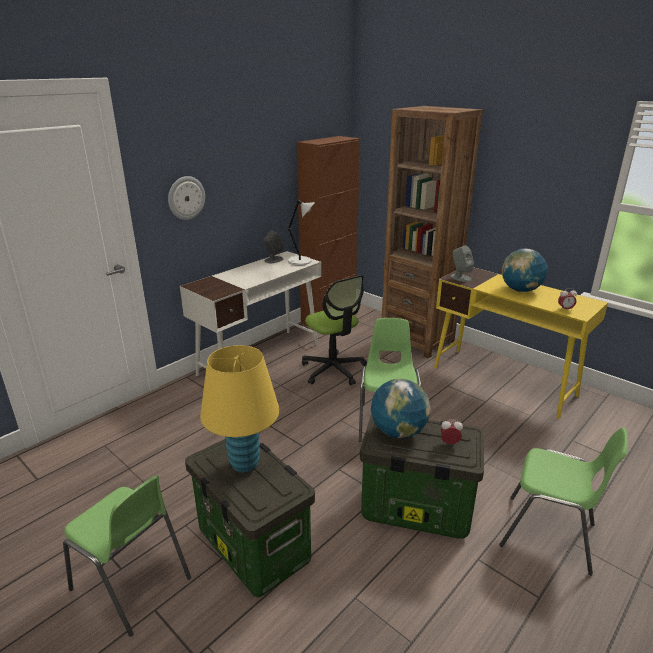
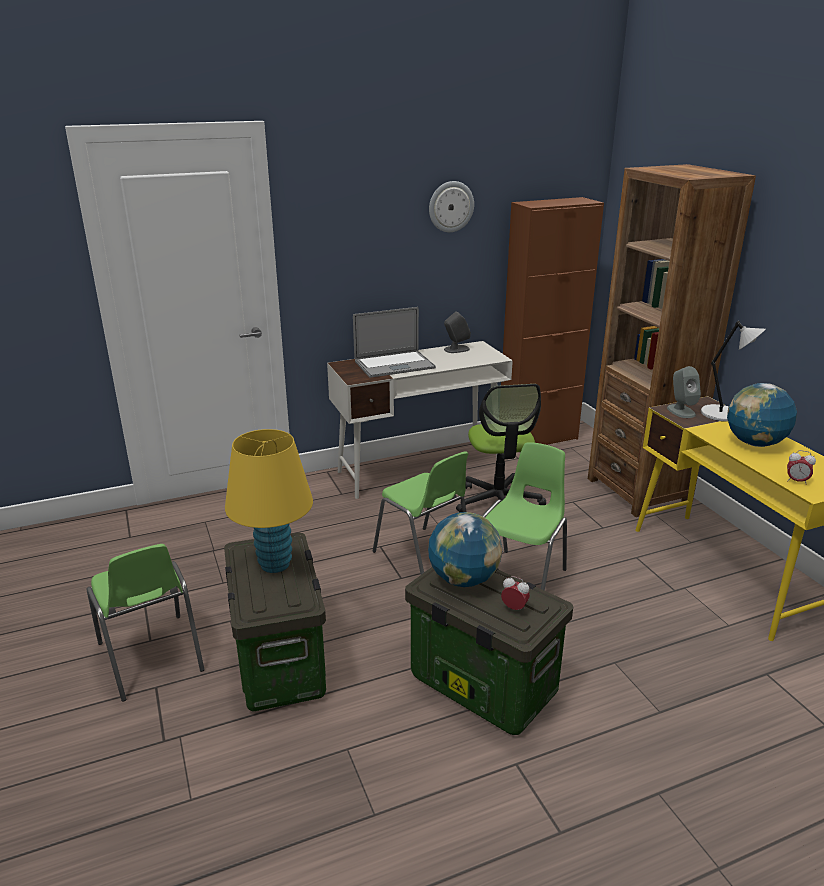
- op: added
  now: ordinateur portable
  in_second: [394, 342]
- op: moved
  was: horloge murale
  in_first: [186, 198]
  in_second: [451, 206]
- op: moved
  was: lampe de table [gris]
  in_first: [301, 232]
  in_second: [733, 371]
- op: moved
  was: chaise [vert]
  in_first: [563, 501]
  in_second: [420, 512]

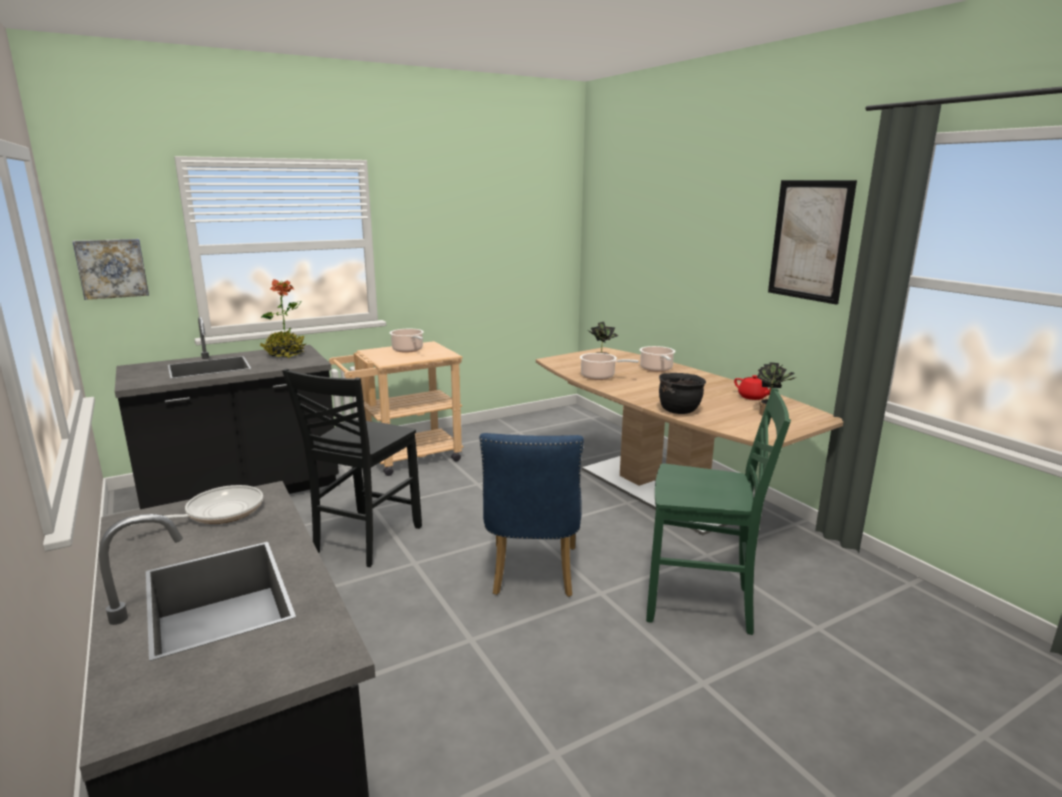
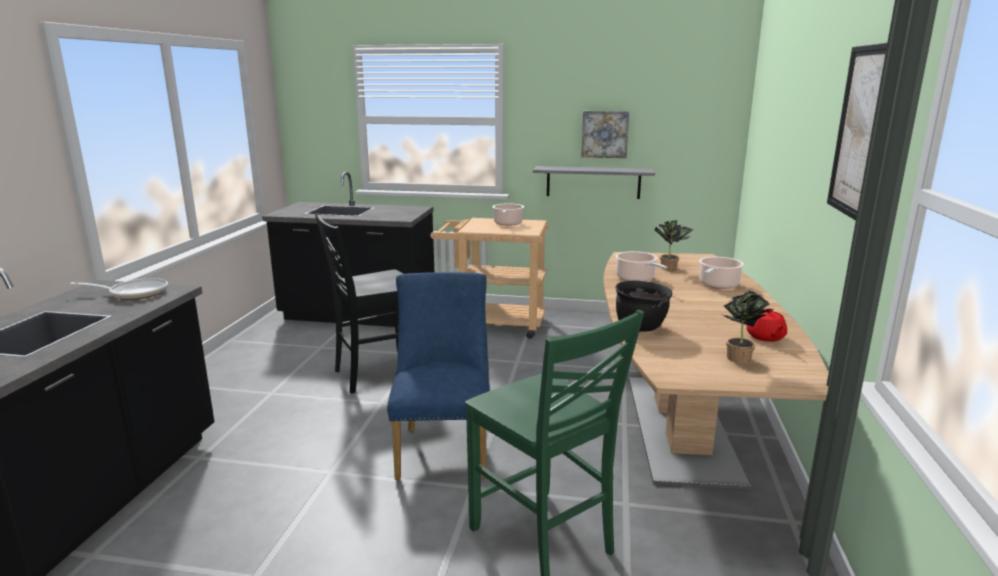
- op: removed
  was: plante en pot
  in_first: [283, 318]
- op: added
  now: étagère [gris]
  in_second: [594, 182]
- op: moved
  was: tableau
  in_first: [110, 269]
  in_second: [605, 134]
- op: turned
  was: chaise [bleu]
  in_first: [531, 515]
  in_second: [438, 376]
  clockwise: 135

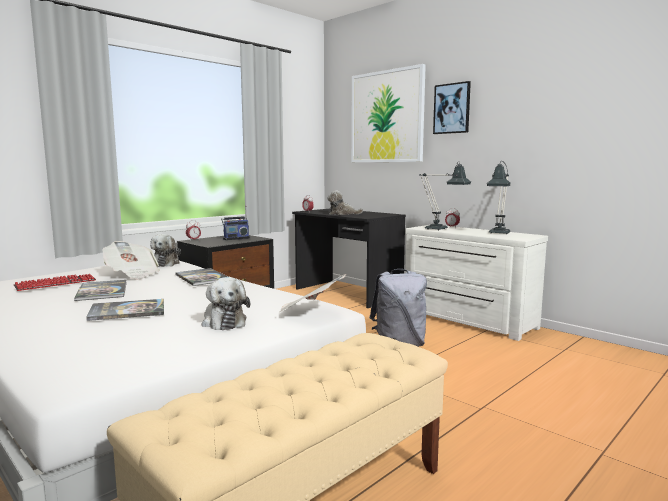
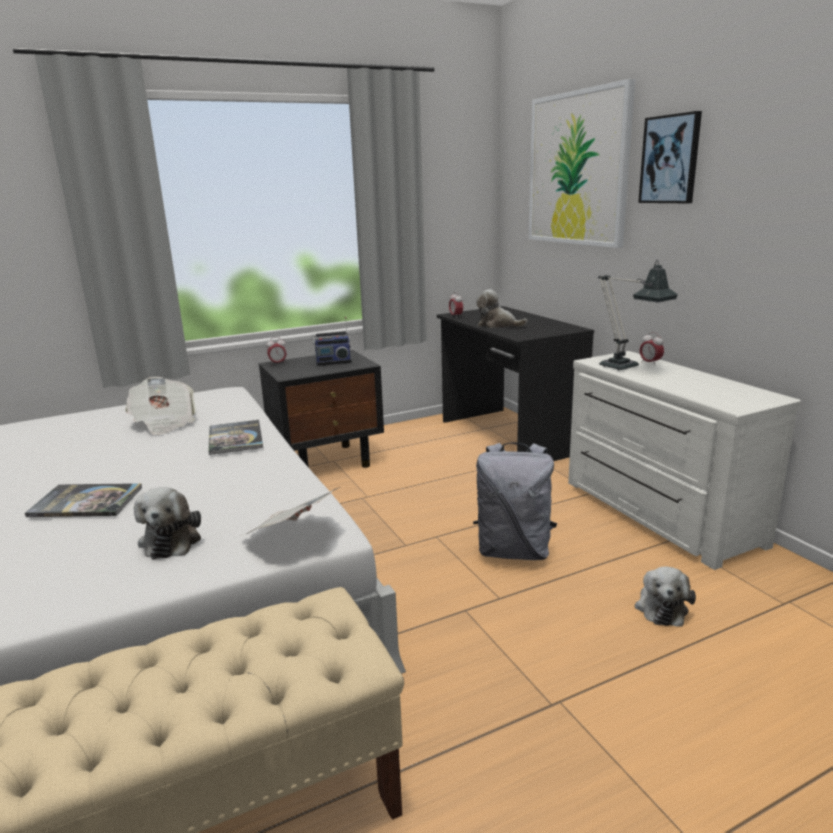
- op: removed
  was: clavier
  in_first: [55, 282]
- op: removed
  was: livre
  in_first: [100, 290]
- op: removed
  was: lampe de table
  in_first: [499, 197]
- op: moved
  was: peluche
  in_first: [165, 250]
  in_second: [665, 596]

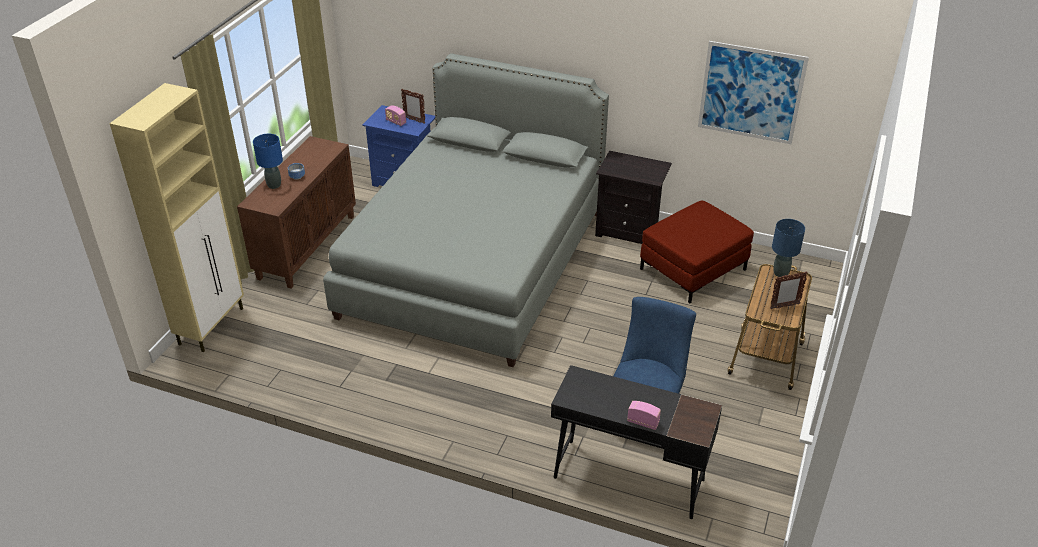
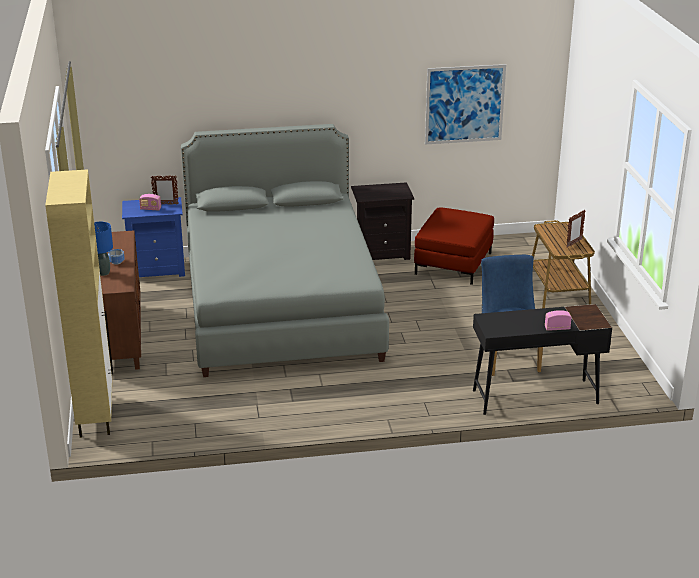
- op: removed
  was: lampe de table [bleu]
  in_first: [788, 248]

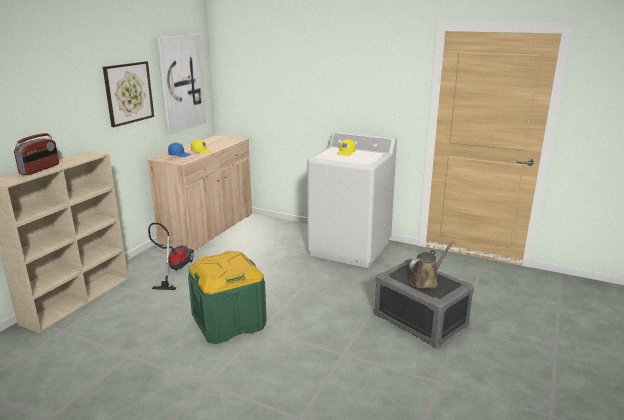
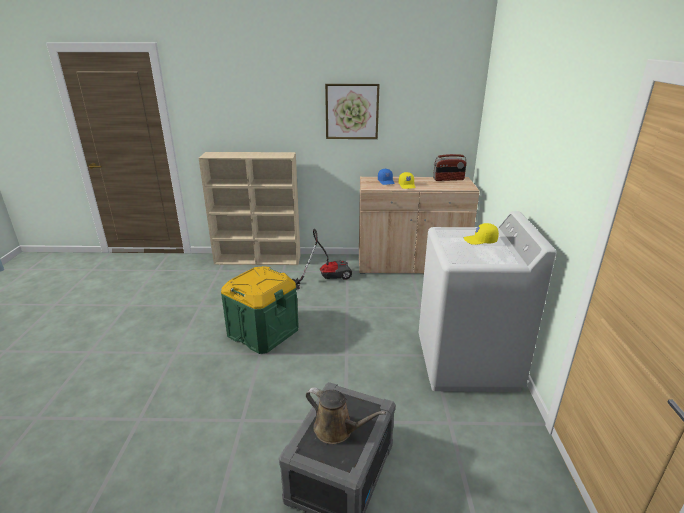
- op: removed
  was: tableau
  in_first: [181, 84]
- op: moved
  was: radio
  in_first: [36, 154]
  in_second: [450, 167]

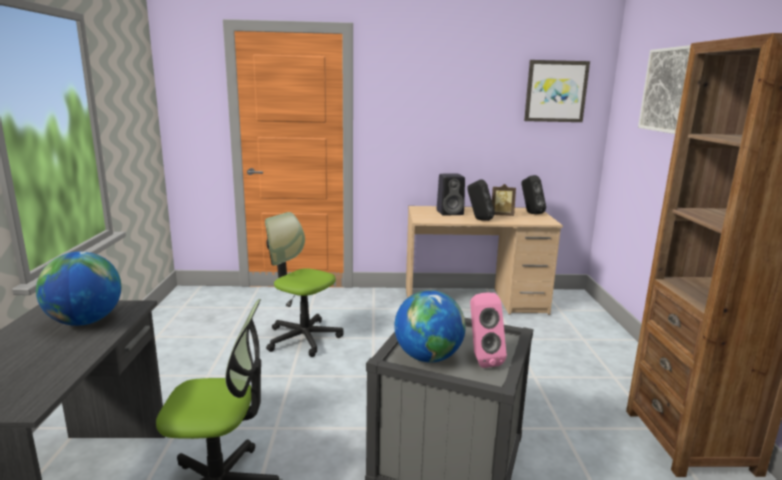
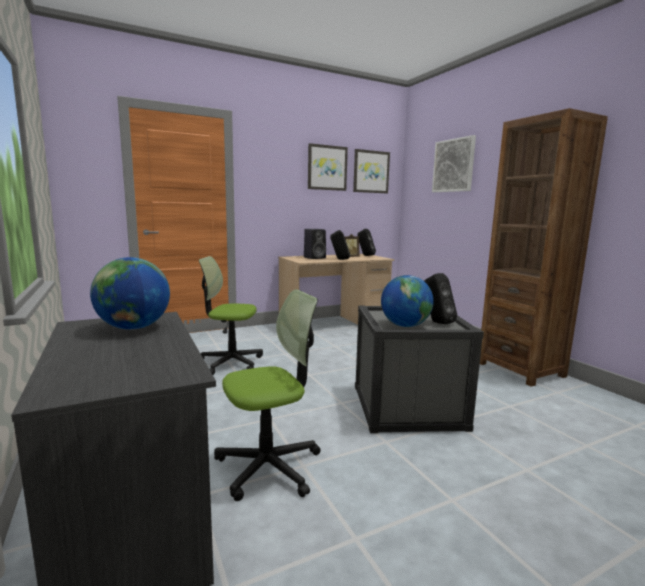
- op: added
  now: tableau
  in_second: [328, 167]
- op: recoloured
  was: enceinte [rose]
  now: enceinte [noir]
  in_first: [488, 330]
  in_second: [440, 298]

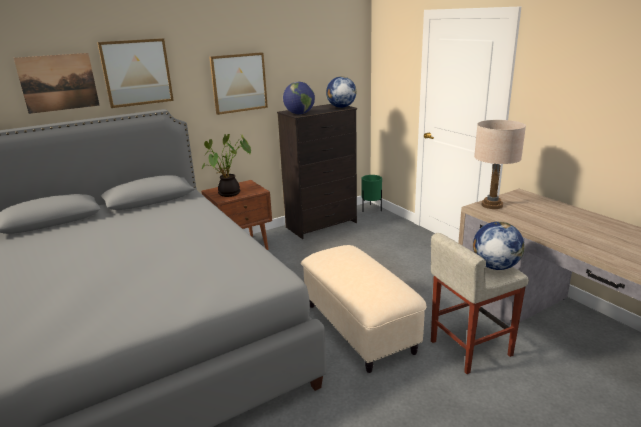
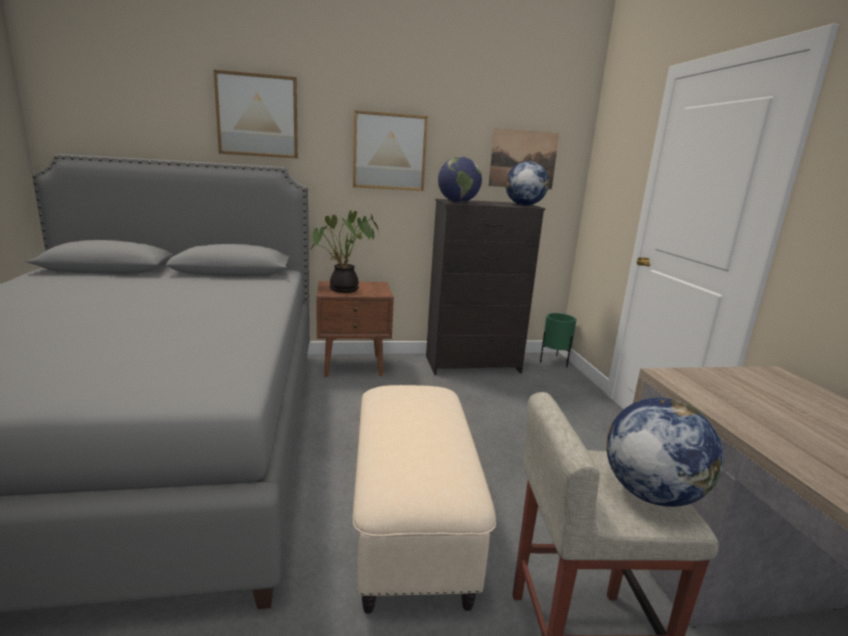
- op: removed
  was: lampe de table [beige]
  in_first: [500, 164]
- op: moved
  was: tableau
  in_first: [57, 83]
  in_second: [523, 159]

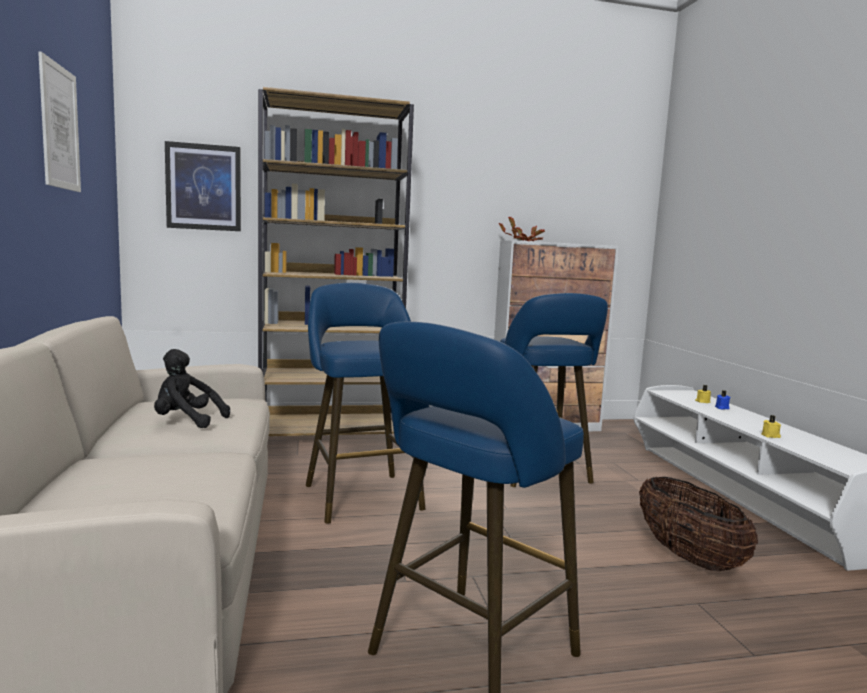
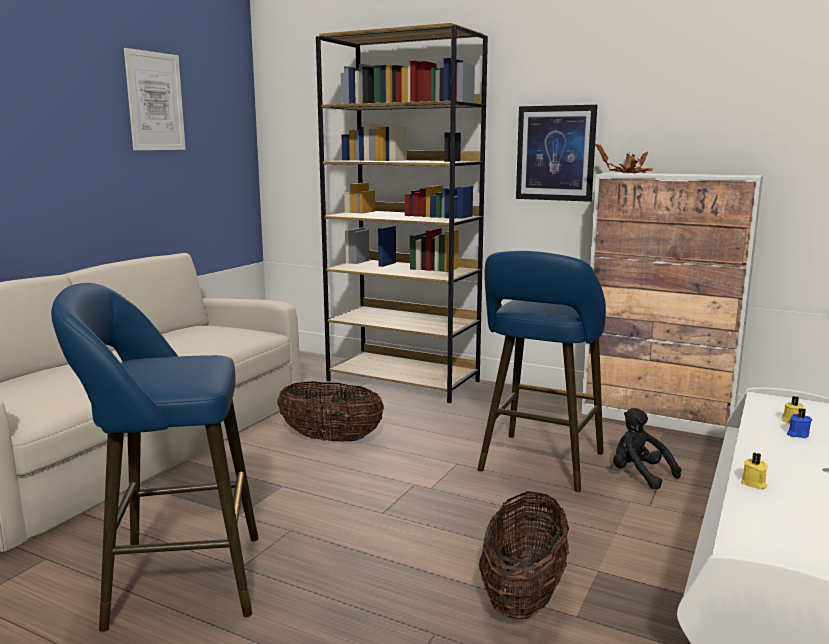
- op: moved
  was: peluche [noir]
  in_first: [192, 388]
  in_second: [647, 449]
- op: moved
  was: tableau
  in_first: [203, 186]
  in_second: [556, 153]
- op: replaced
  was: tabouret [bleu]
  now: panier
  in_first: [365, 403]
  in_second: [330, 411]

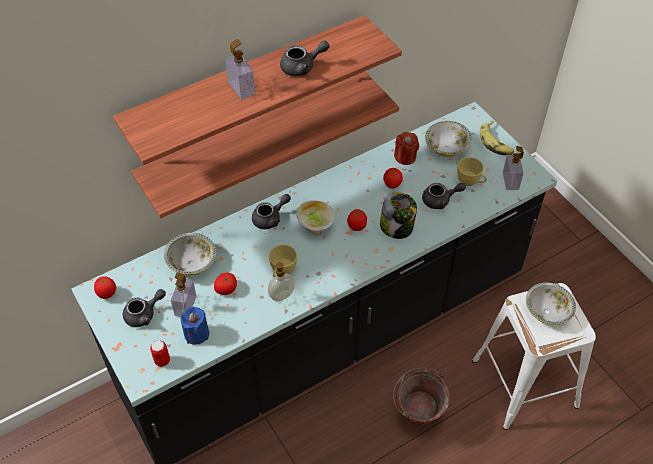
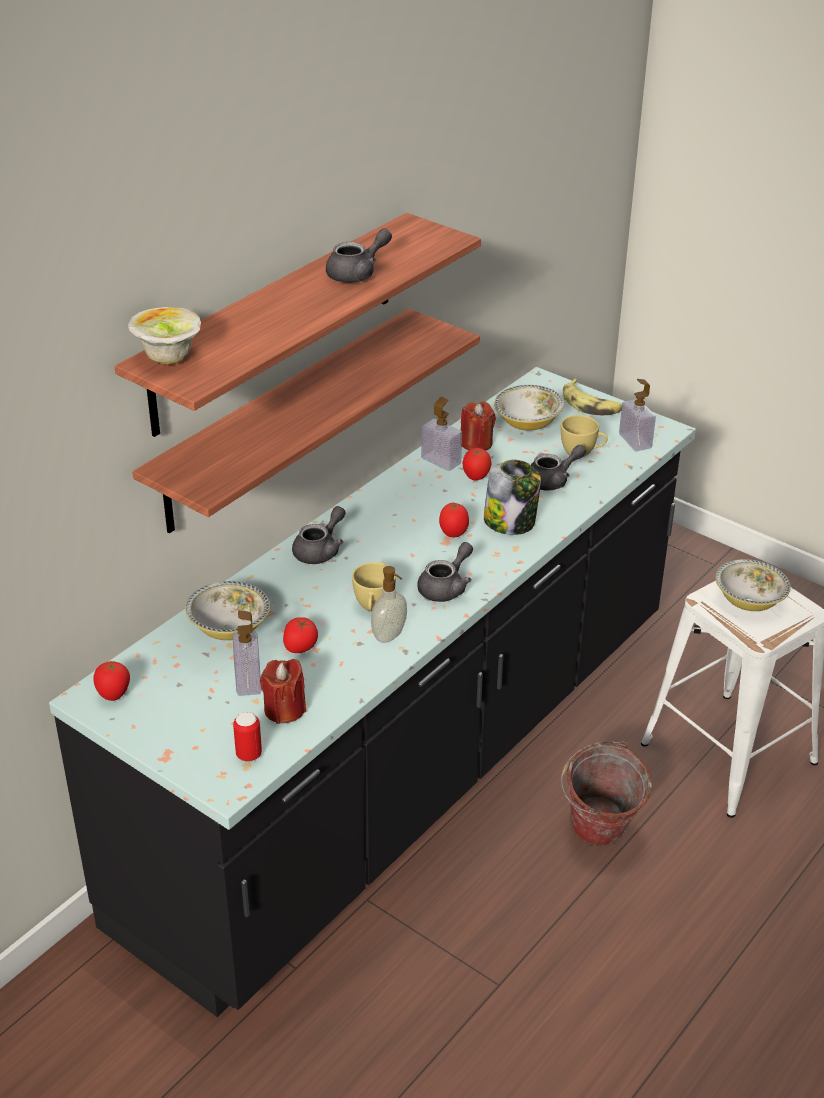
- op: moved
  was: théière [gris]
  in_first: [144, 308]
  in_second: [445, 572]
- op: moved
  was: distributeur de savon
  in_first: [240, 69]
  in_second: [441, 434]
- op: moved
  was: bol
  in_first: [315, 218]
  in_second: [164, 336]
- op: recoloured
  was: bougie [bleu]
  now: bougie [rouge]
  in_first: [195, 326]
  in_second: [283, 691]

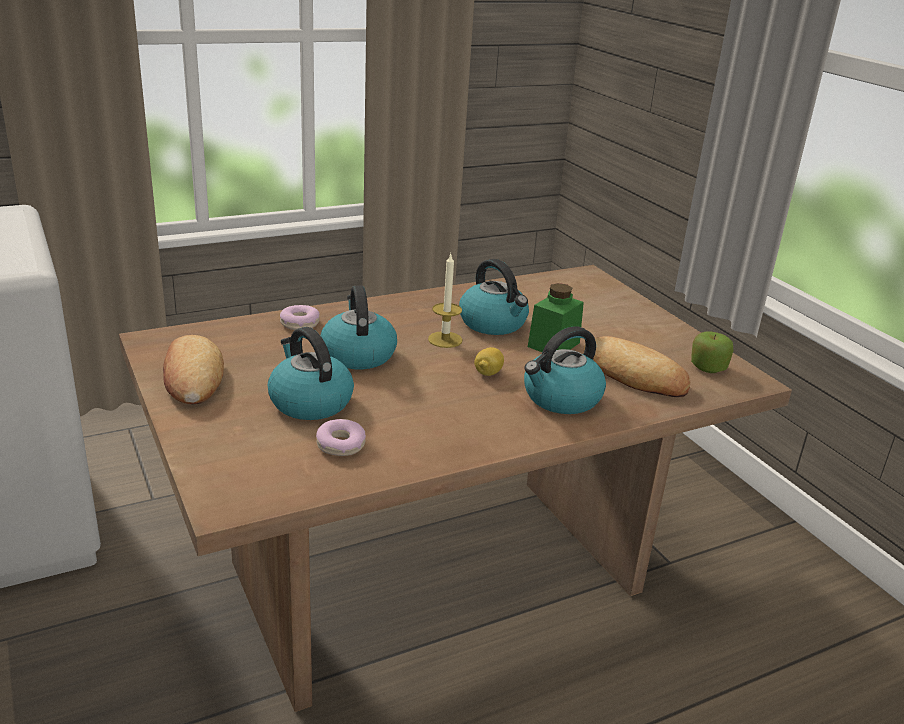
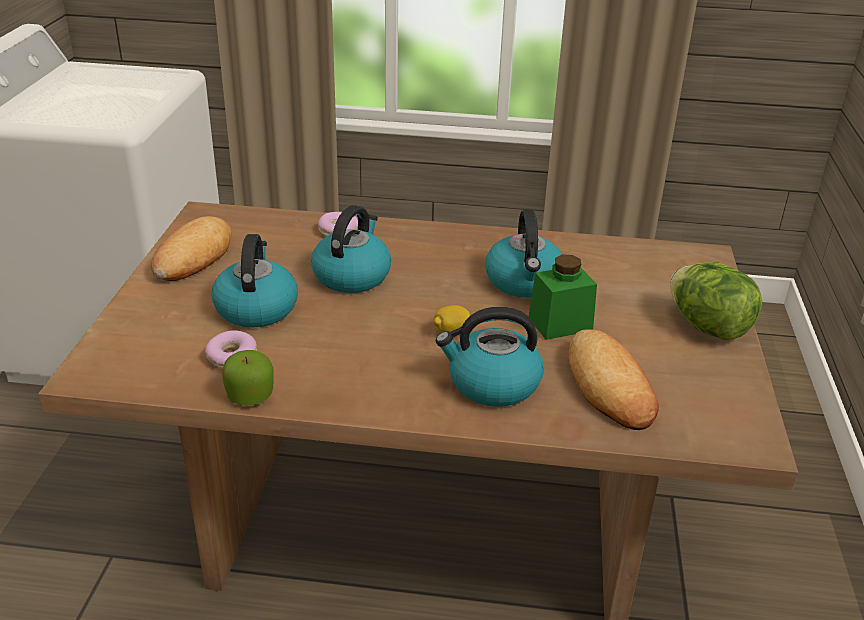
- op: removed
  was: bougie
  in_first: [445, 301]
- op: added
  now: laitue
  in_second: [716, 301]
- op: moved
  was: pomme
  in_first: [712, 352]
  in_second: [248, 377]

